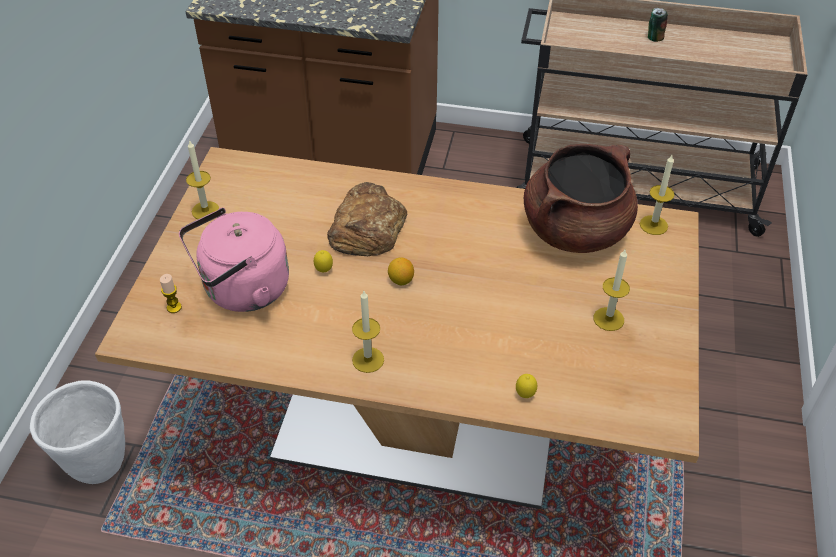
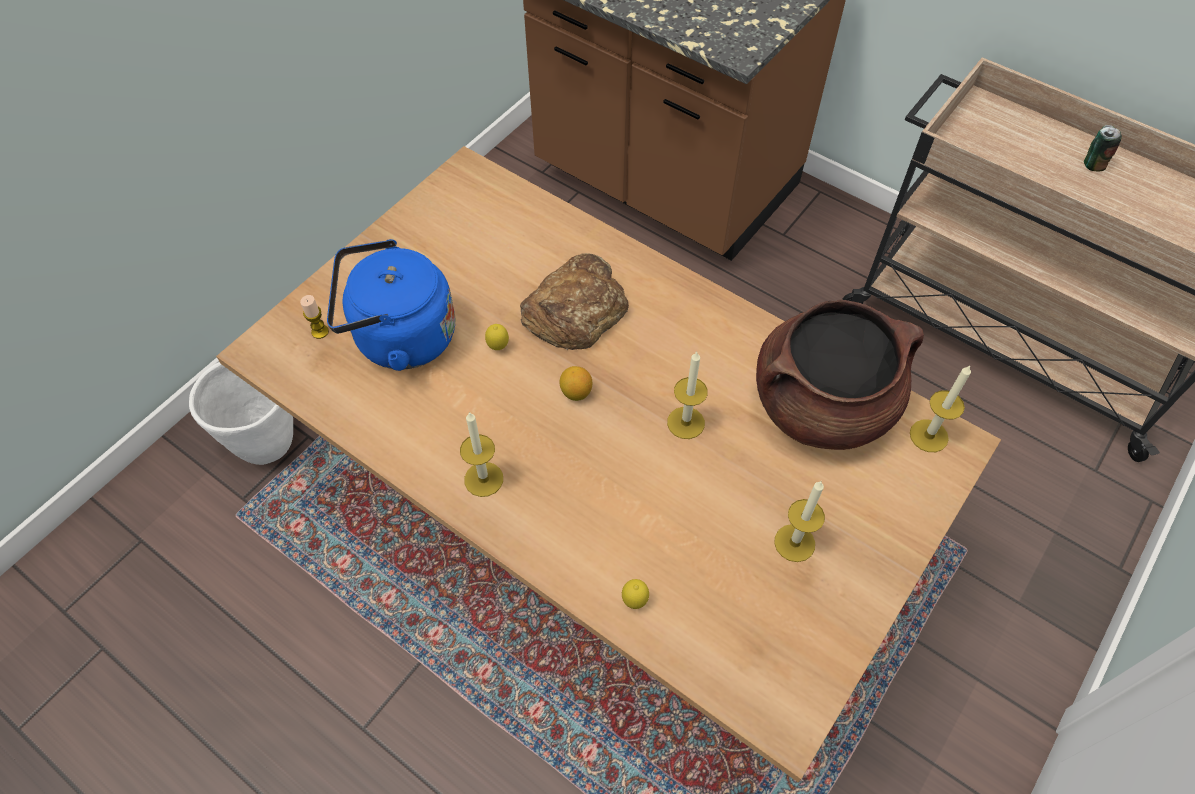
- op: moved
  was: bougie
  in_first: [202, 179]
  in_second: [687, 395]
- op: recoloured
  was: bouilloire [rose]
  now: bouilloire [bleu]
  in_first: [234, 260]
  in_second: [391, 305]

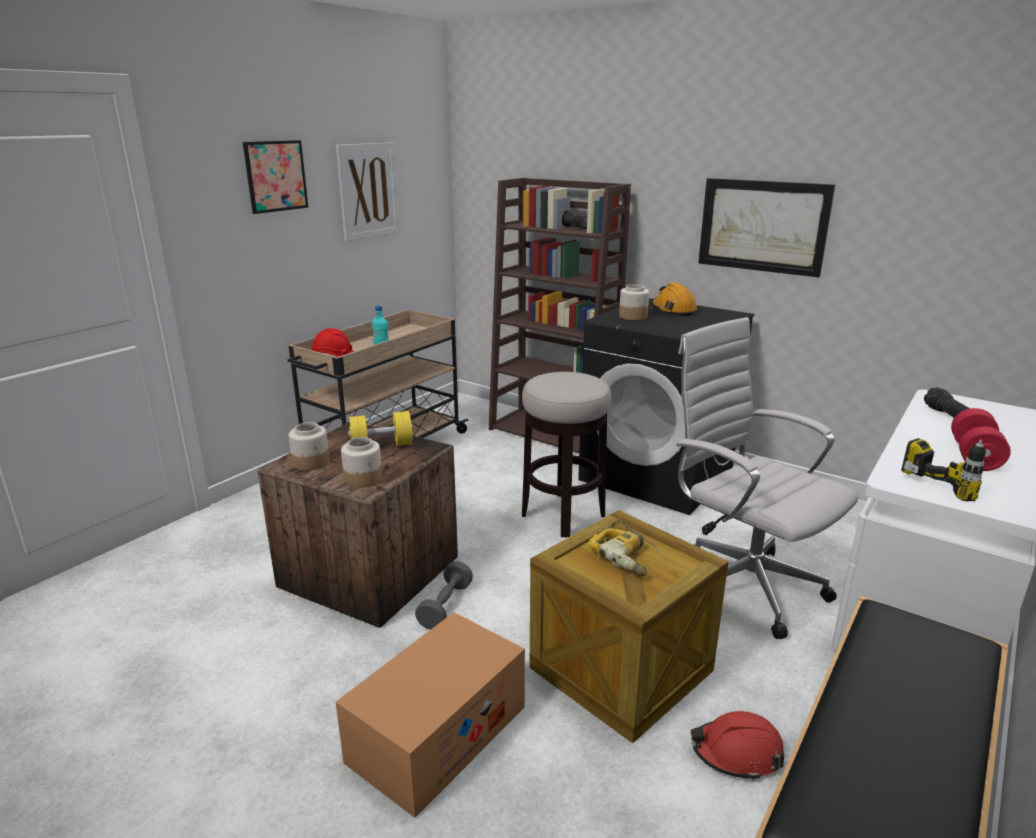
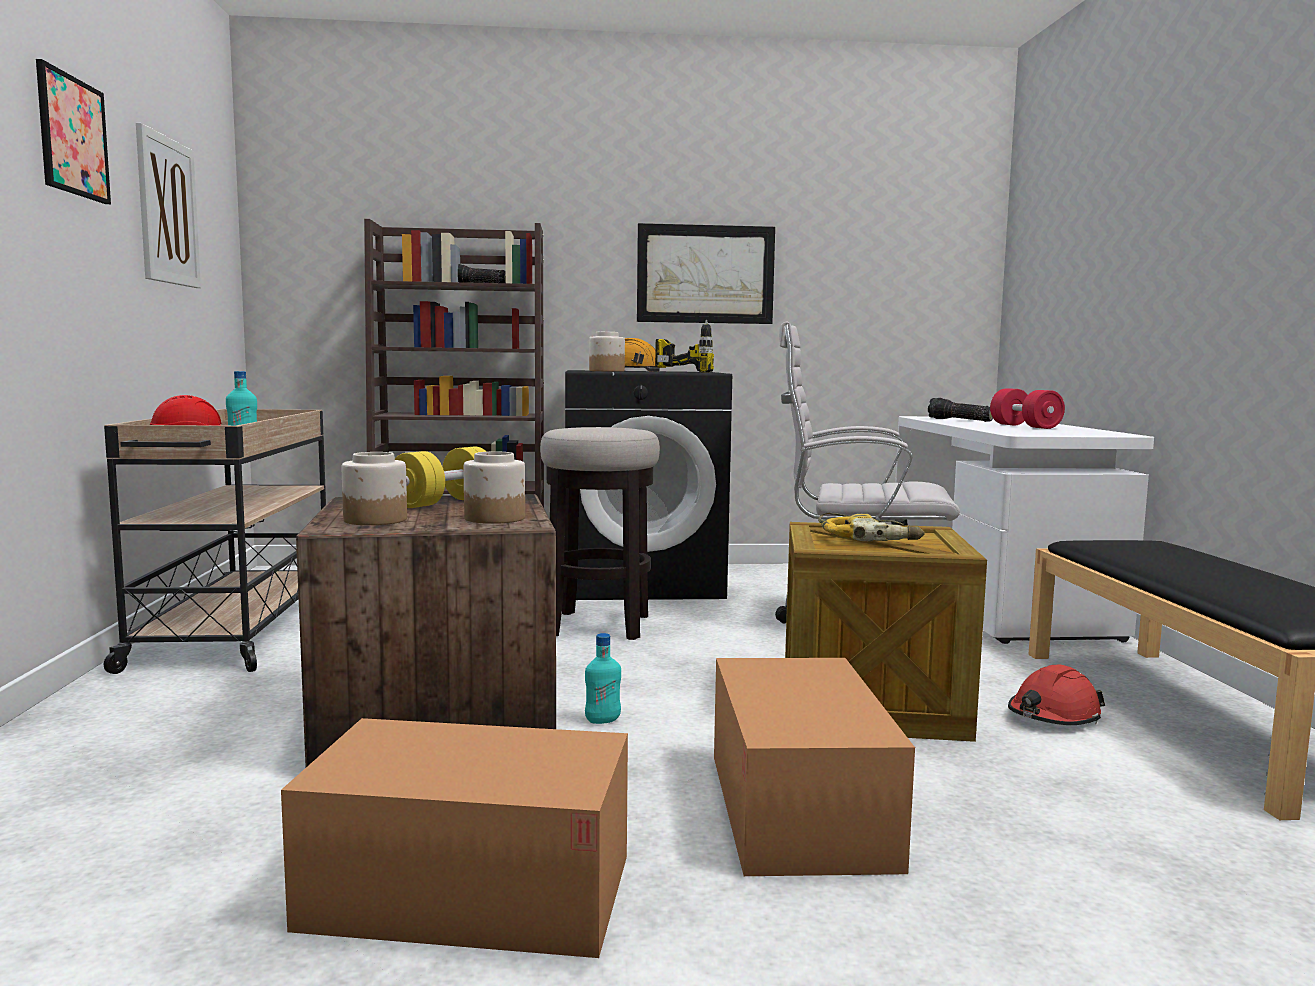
- op: added
  now: carton
  in_second: [454, 838]
- op: moved
  was: perceuse
  in_first: [943, 469]
  in_second: [684, 346]
- op: replaced
  was: haltère [gris]
  now: bouteille [turquoise]
  in_first: [444, 595]
  in_second: [603, 678]

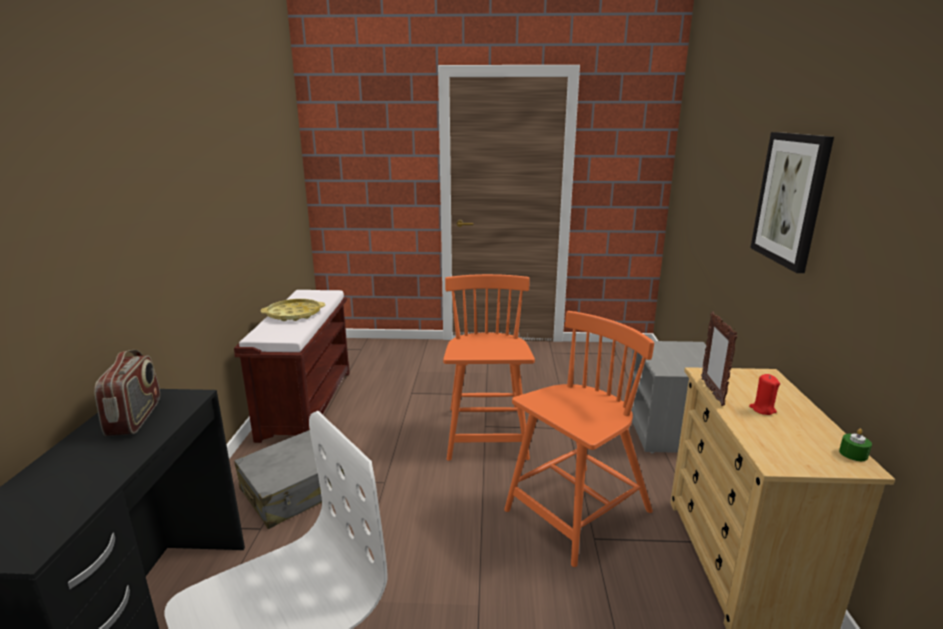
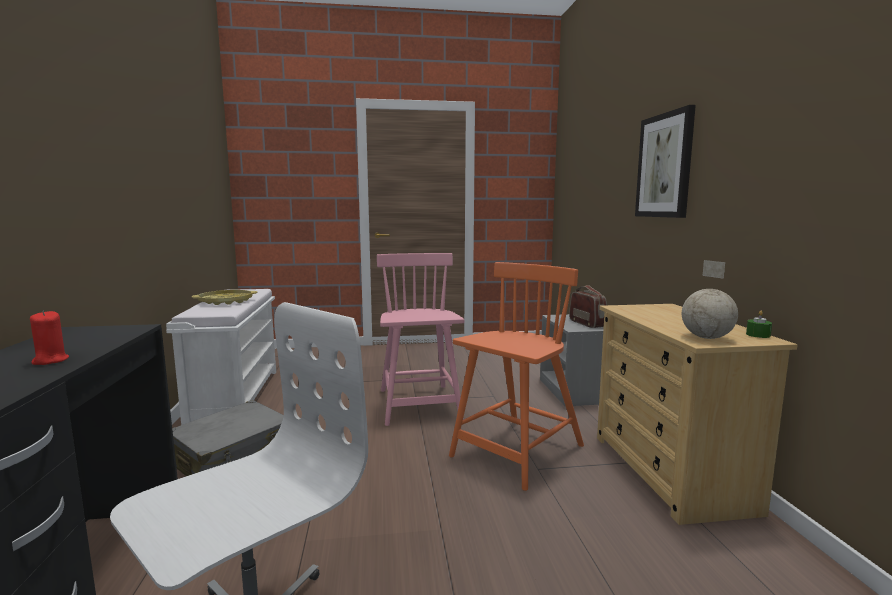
- op: removed
  was: cadre photo
  in_first: [719, 359]
- op: added
  now: globe
  in_second: [710, 299]
- op: moved
  was: radio
  in_first: [127, 393]
  in_second: [588, 306]
- op: moved
  was: bougie [rouge]
  in_first: [764, 394]
  in_second: [49, 337]
- op: recoloured
  was: banc [marron]
  now: banc [blanc]
  in_first: [292, 366]
  in_second: [221, 357]
- op: recoloured
  was: chaise [orange]
  now: chaise [rose]
  in_first: [489, 367]
  in_second: [420, 339]

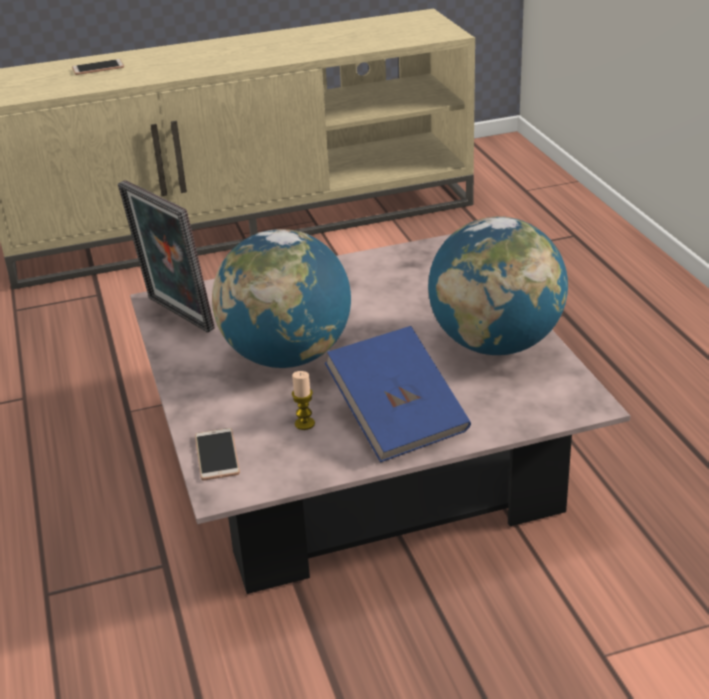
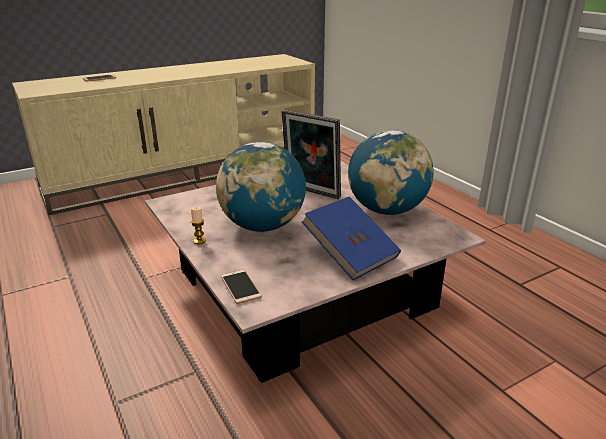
- op: moved
  was: cadre photo
  in_first: [166, 256]
  in_second: [311, 154]
- op: moved
  was: bougie
  in_first: [303, 400]
  in_second: [198, 225]

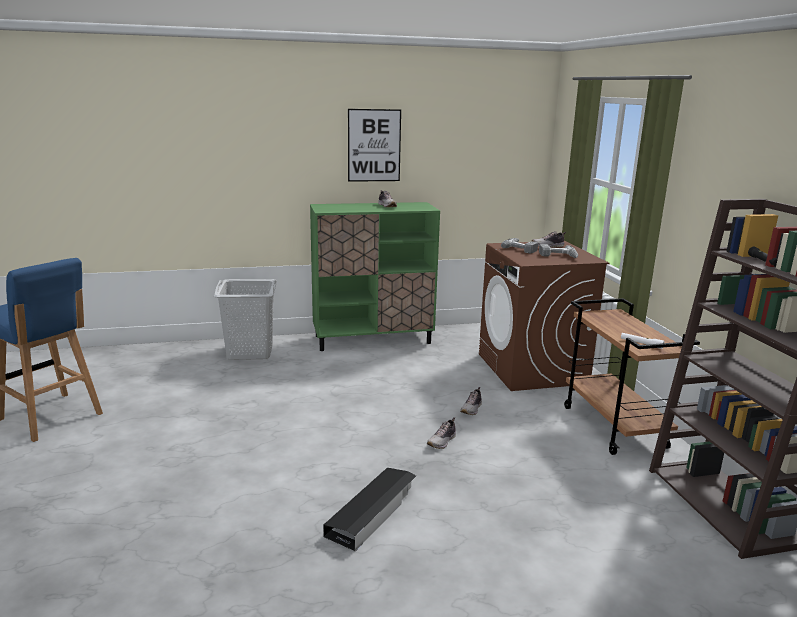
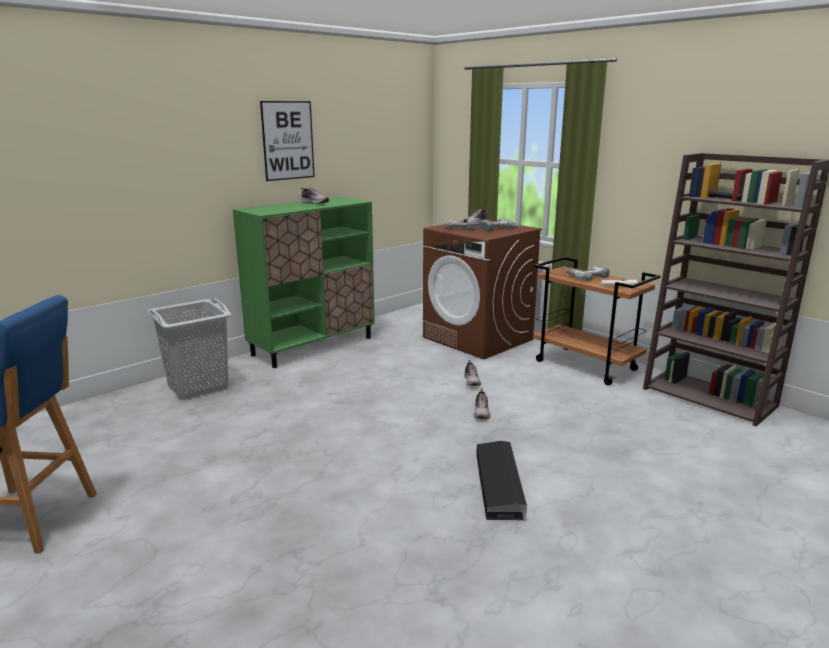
- op: added
  now: perceuse
  in_second: [587, 273]

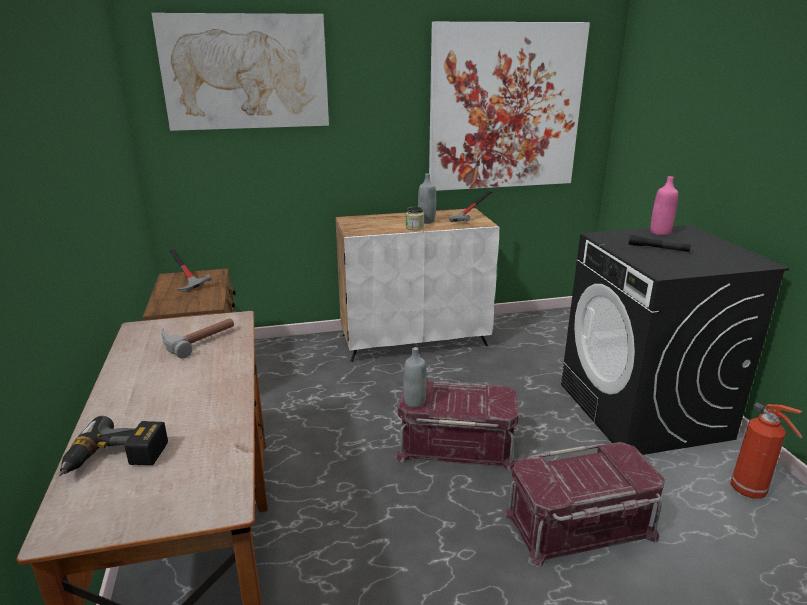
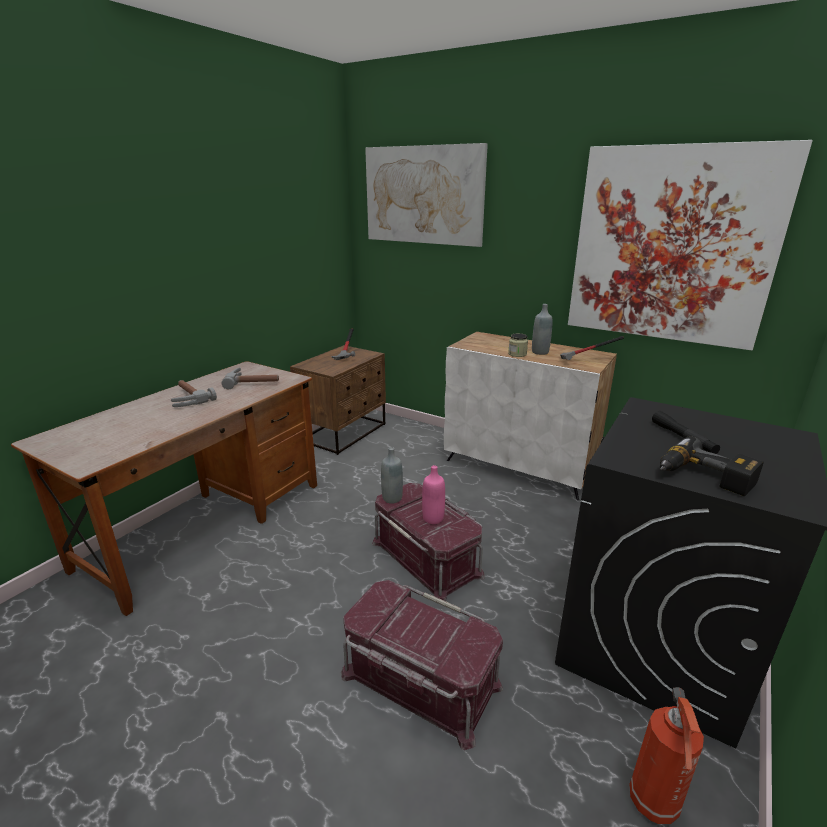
- op: added
  now: marteau
  in_second: [194, 393]
- op: moved
  was: perceuse
  in_first: [113, 446]
  in_second: [712, 466]
- op: moved
  was: bouteille [rose]
  in_first: [664, 205]
  in_second: [433, 494]

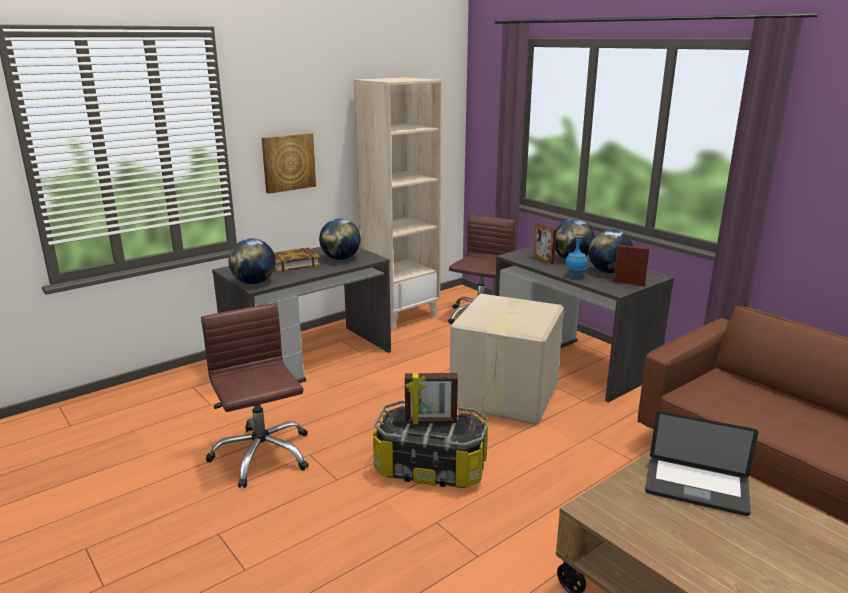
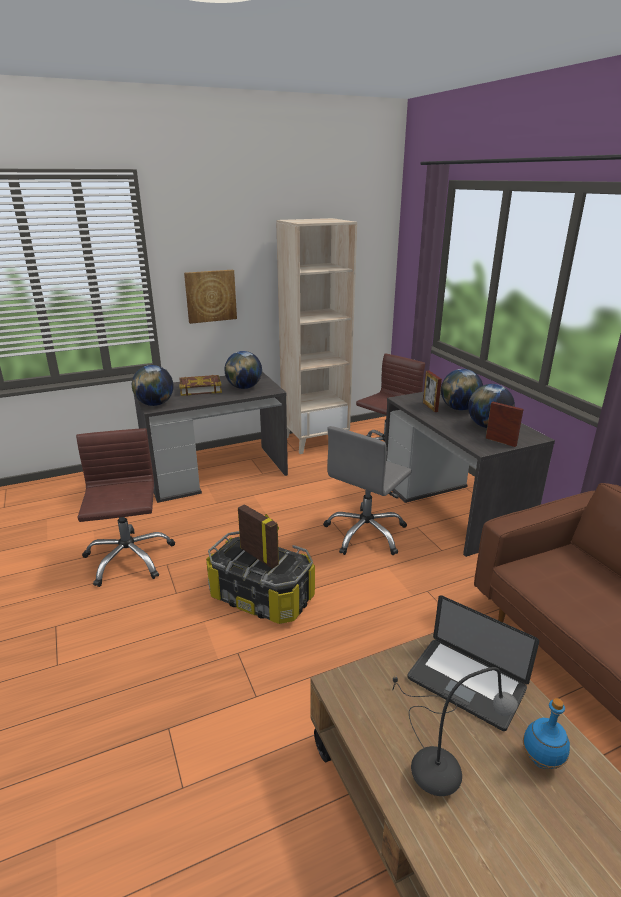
- op: added
  now: lampe de table [gris]
  in_second: [455, 731]
- op: moved
  was: bouteille [bleu]
  in_first: [576, 255]
  in_second: [546, 733]
- op: replaced
  was: carton
  now: chaise de bureau [gris]
  in_first: [507, 359]
  in_second: [367, 490]
- op: turned
  was: cadre photo
  in_first: [431, 398]
  in_second: [258, 536]
  clockwise: -150

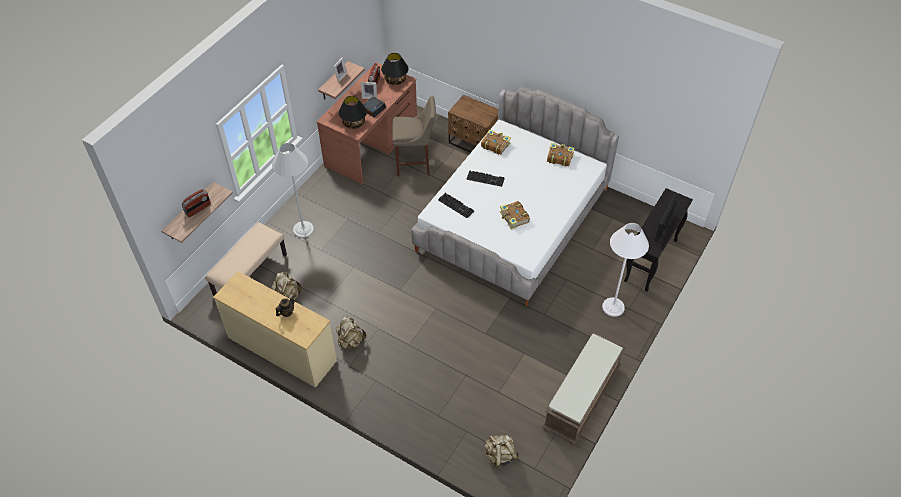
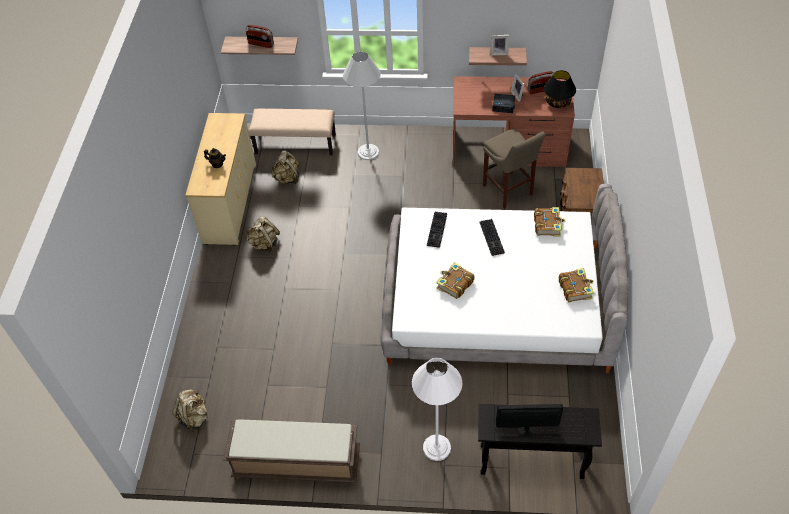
- op: removed
  was: lampe de table [noir]
  in_first: [353, 112]

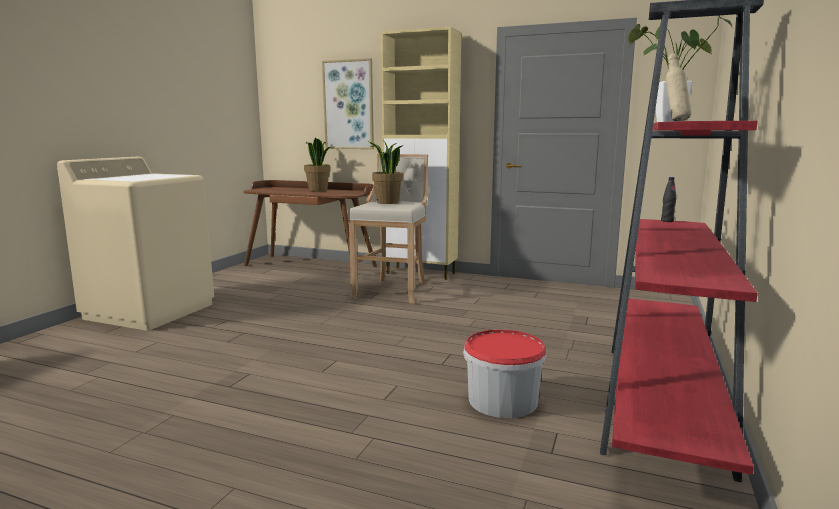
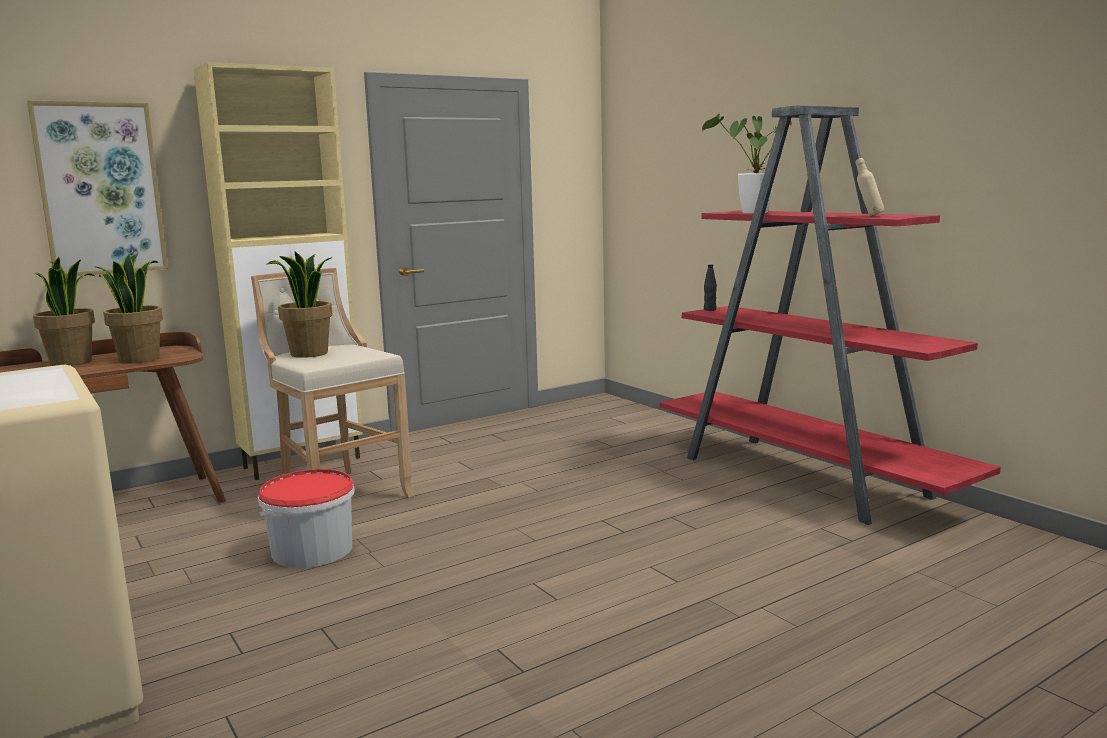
- op: added
  now: plante en pot
  in_second: [128, 308]
- op: moved
  was: seau
  in_first: [504, 374]
  in_second: [306, 518]

